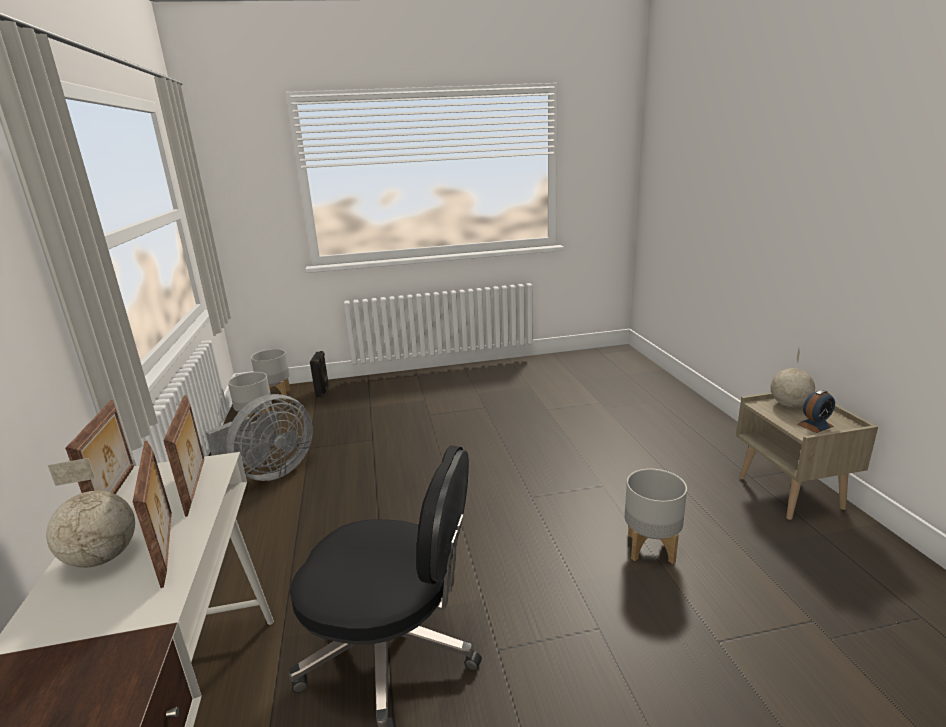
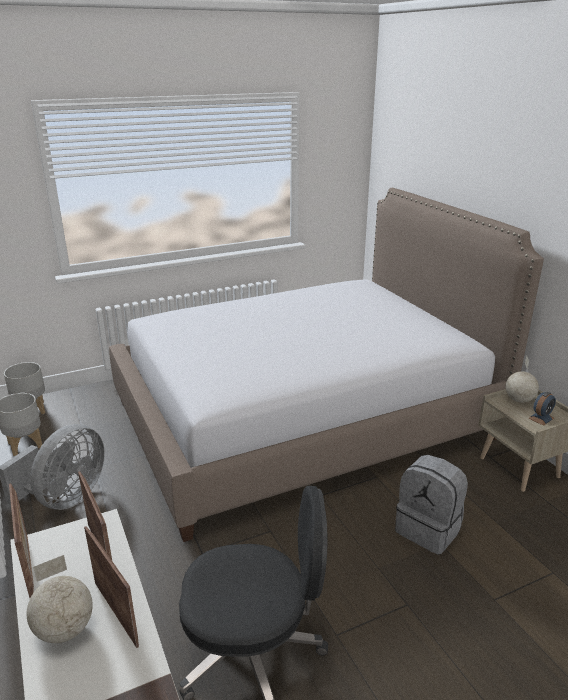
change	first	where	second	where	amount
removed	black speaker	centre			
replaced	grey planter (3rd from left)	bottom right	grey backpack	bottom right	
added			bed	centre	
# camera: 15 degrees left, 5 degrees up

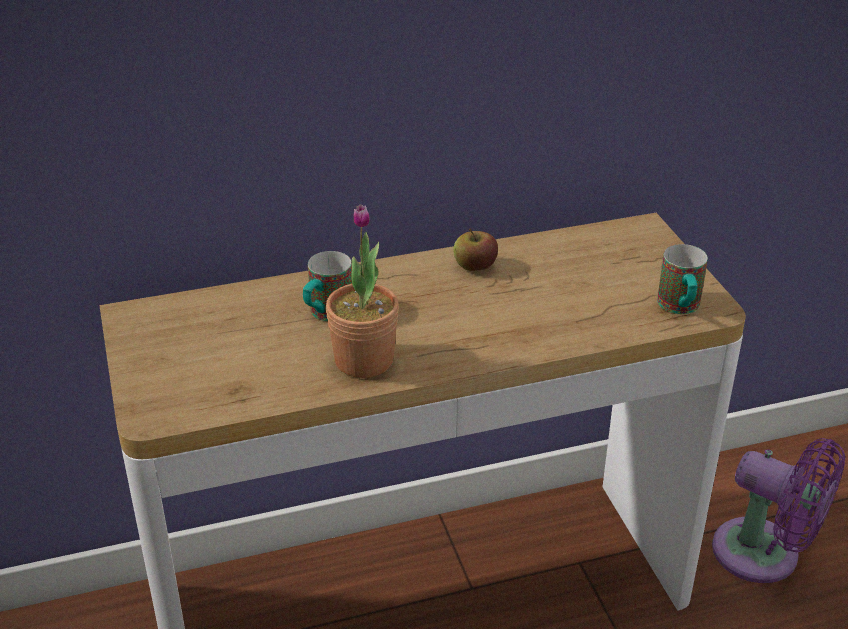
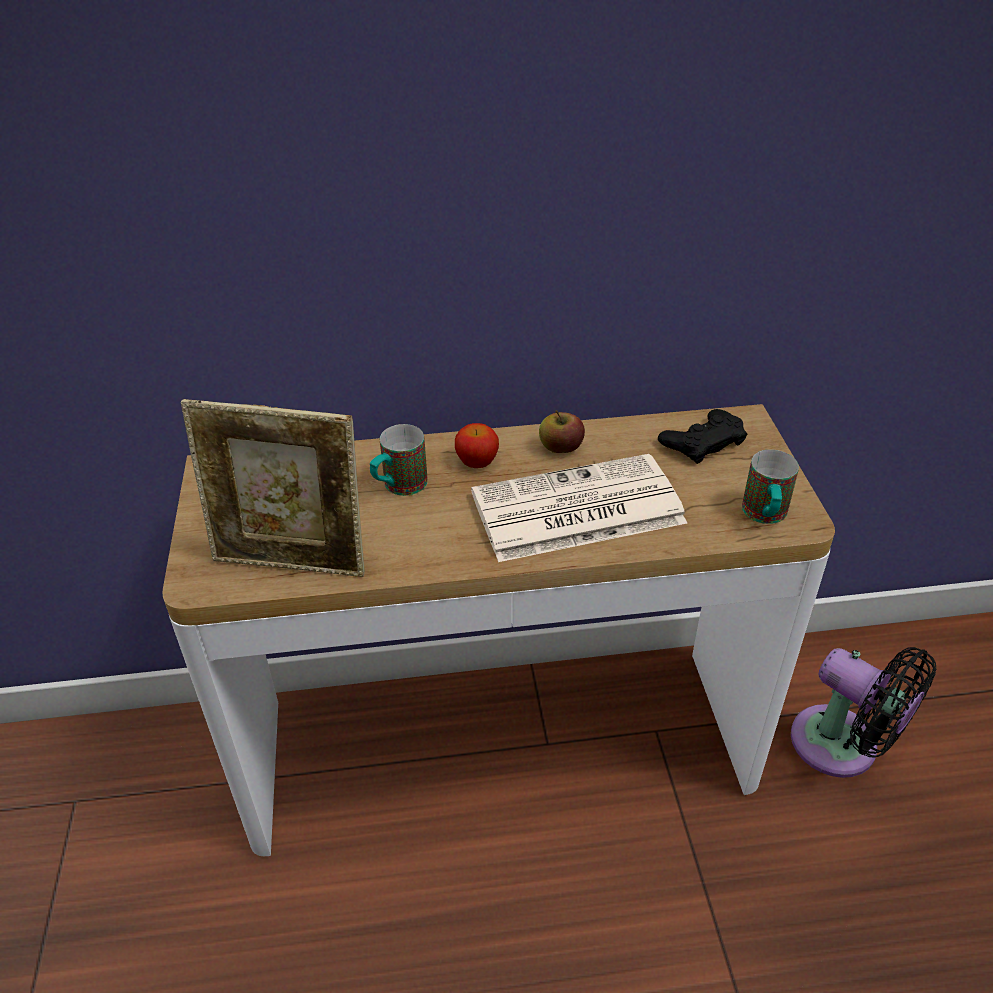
change	first	where	second	where	amount
removed	potted plant	centre			
recoloured	purple fan	bottom right	black fan	bottom right	
added			picture frame	middle left	
added			apple (1st from left)	centre	
added			newspaper	centre	
added			black game controller	middle right	
# camera: 10 degrees right, 5 degrees up

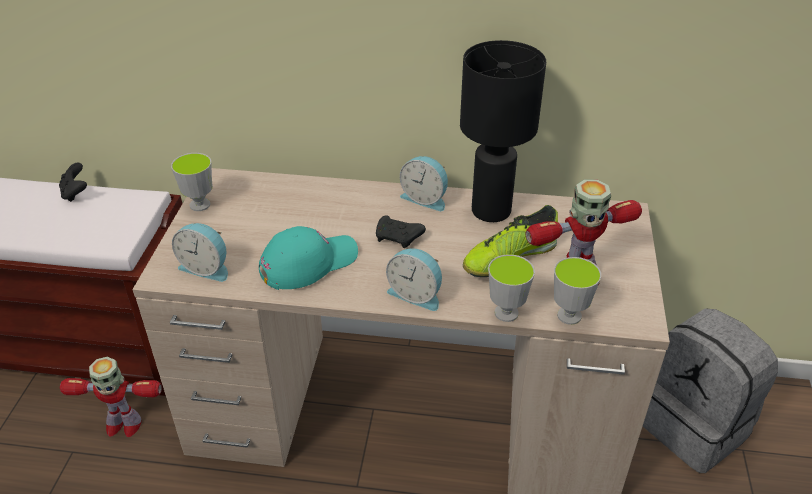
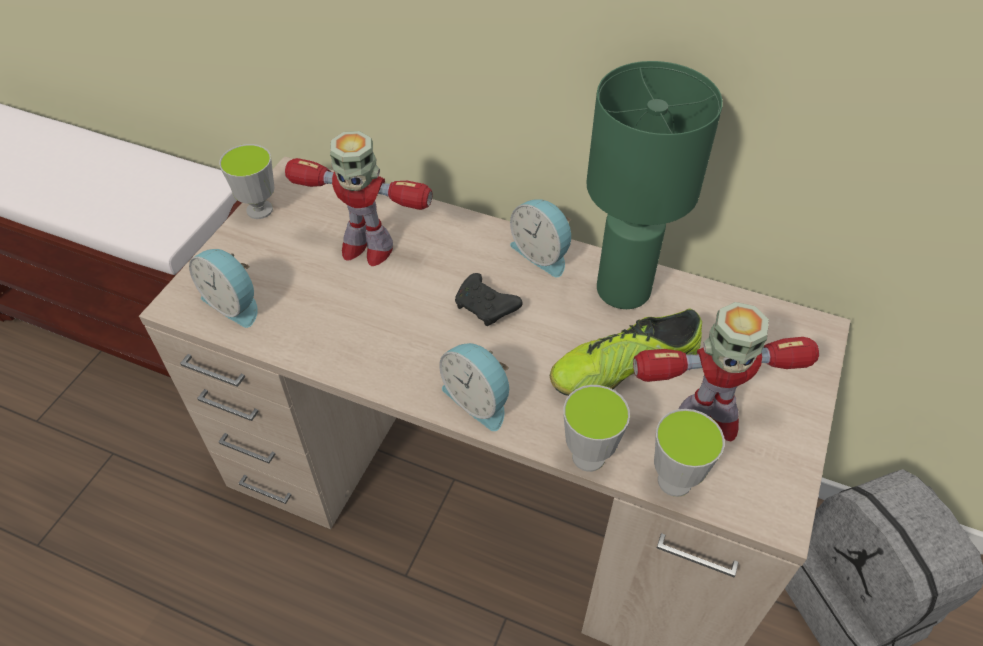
change	first	where	second	where	amount
removed	black game controller (1st from left)	middle left			
moved	toy robot (1st from left)	bottom left		top centre	
removed	turquoise cap	centre			
recoloured	black table lamp	top centre	green table lamp	top centre	
# camera: 15 degrees right, 10 degrees up

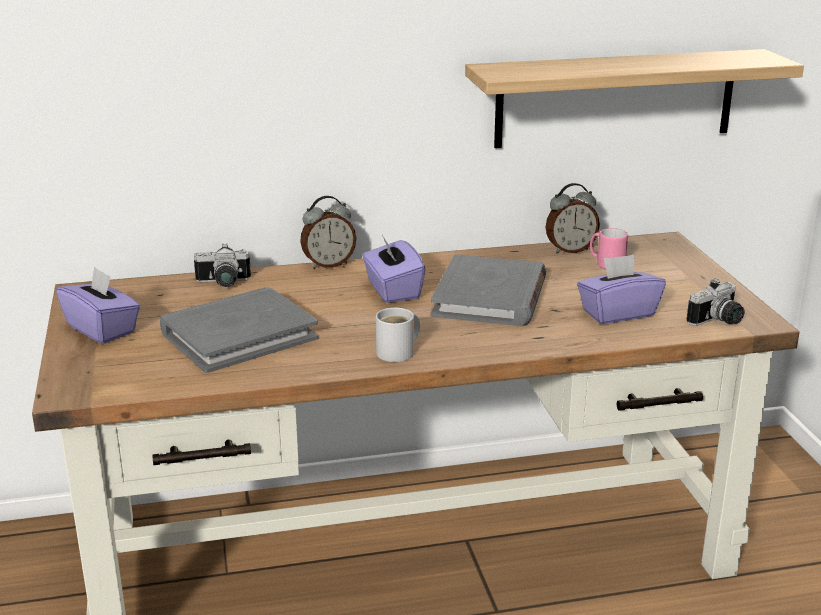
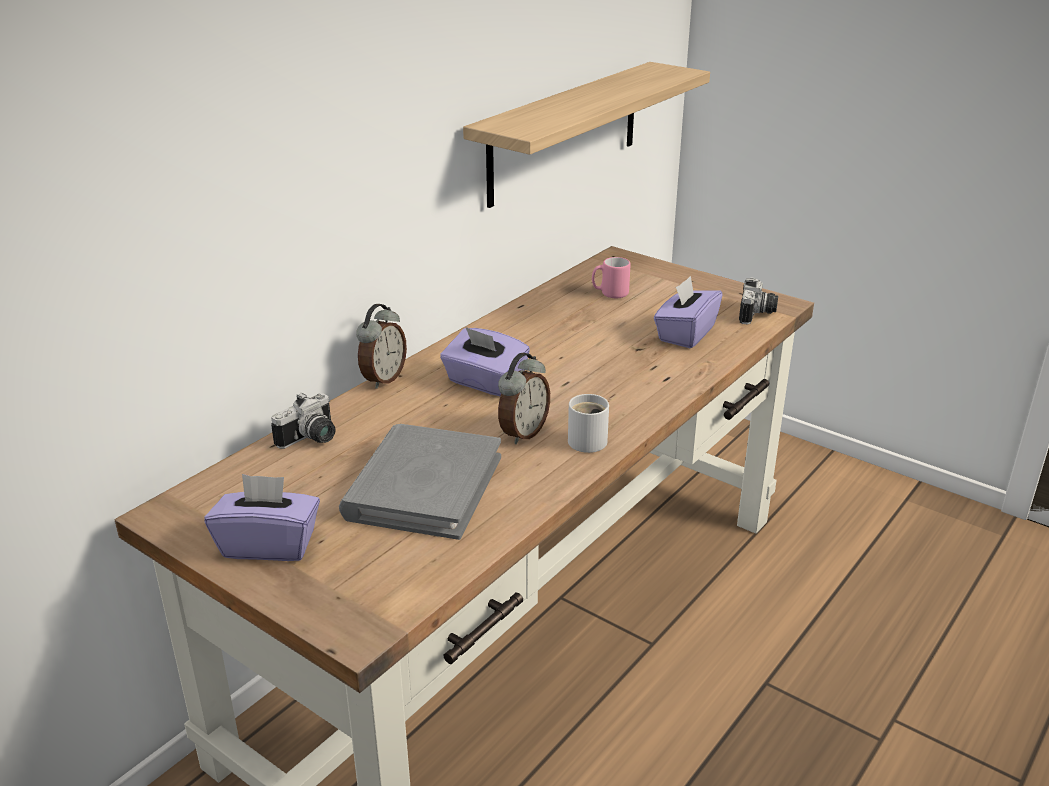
change	first	where	second	where	amount
removed	grey book (2nd from left)	centre			
moved	alarm clock (2nd from left)	middle right		centre	
# camera: 40 degrees left, 5 degrees up

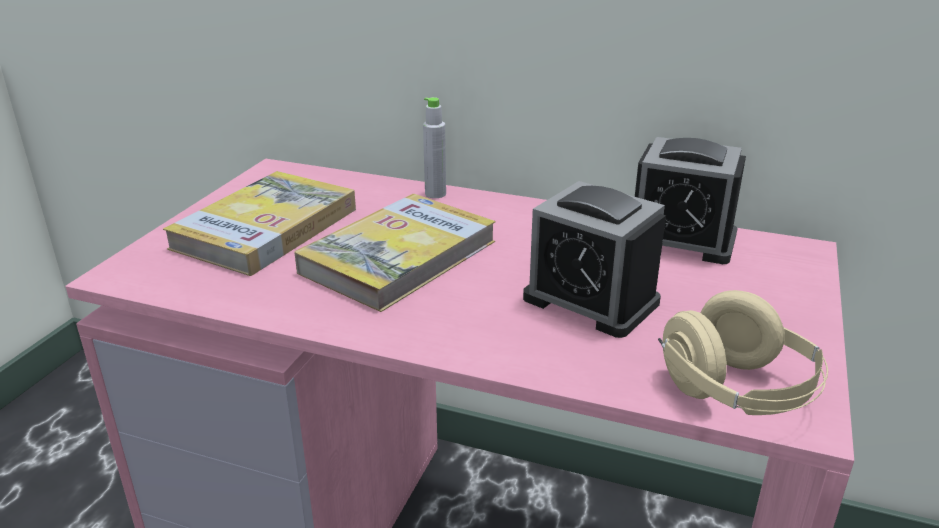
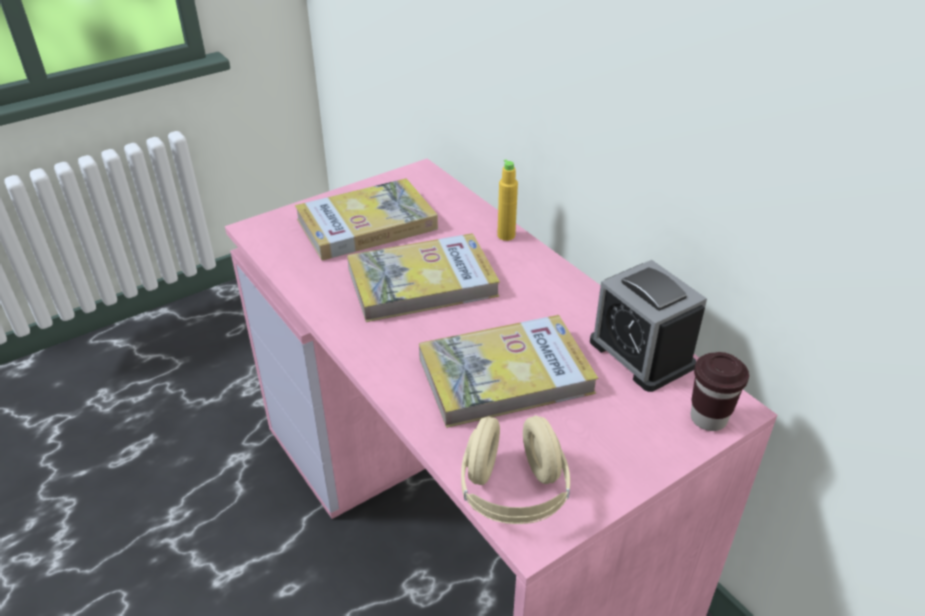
change	first	where	second	where	amount
recoloured	grey bottle	top centre	yellow bottle	top centre	
replaced	alarm clock (1st from left)	centre	book (3rd from left)	centre	
added			brown cup	middle right	
# camera: 35 degrees right, 10 degrees up

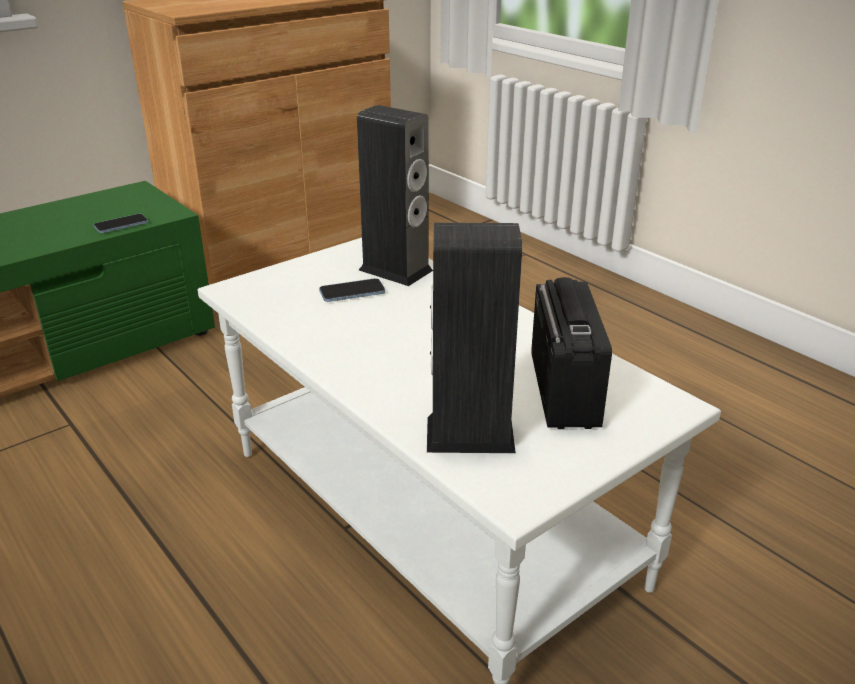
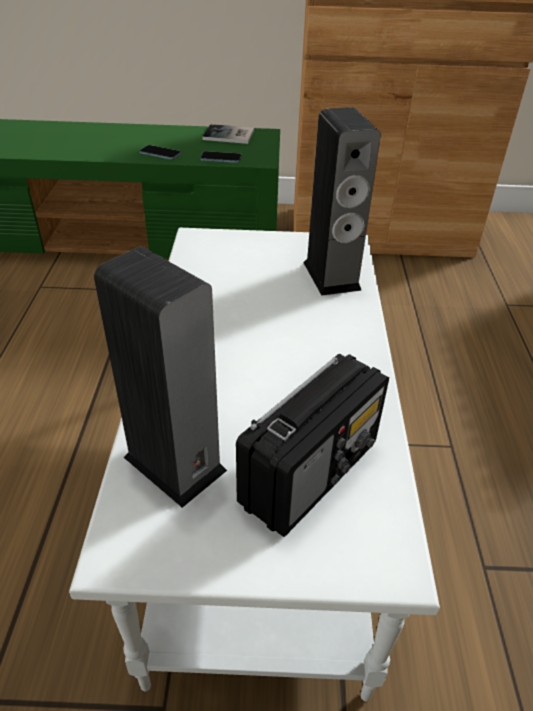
change	first	where	second	where	amount
moved	phone (2nd from left in the first image)	centre	phone (1st from left)	top left	
added			book	top centre	
# camera: 40 degrees right, 10 degrees up

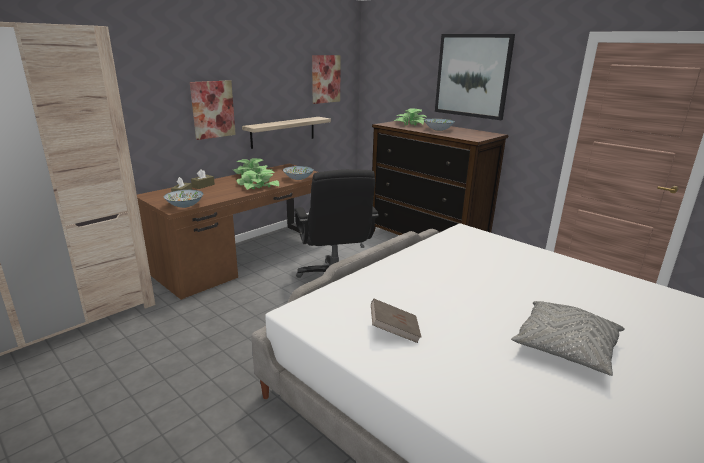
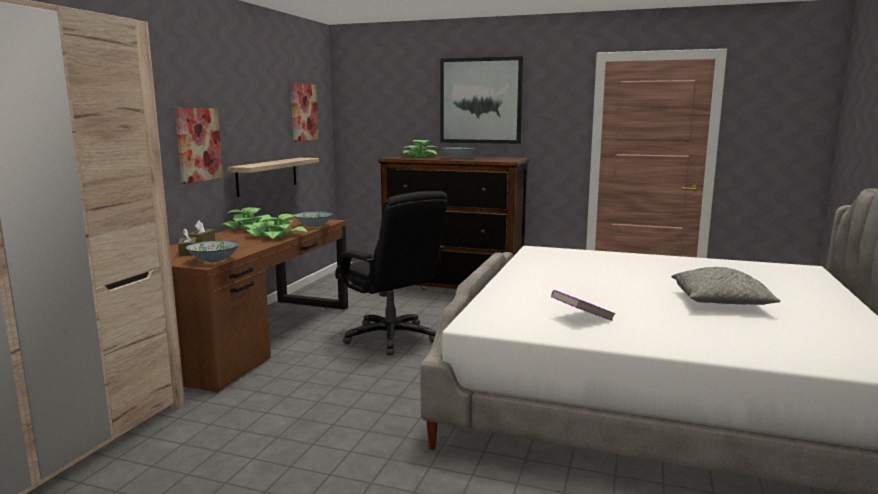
change	first	where	second	where	amount
recoloured	brown book	bottom centre	purple book	centre	
# camera: 25 degrees left, 10 degrees down

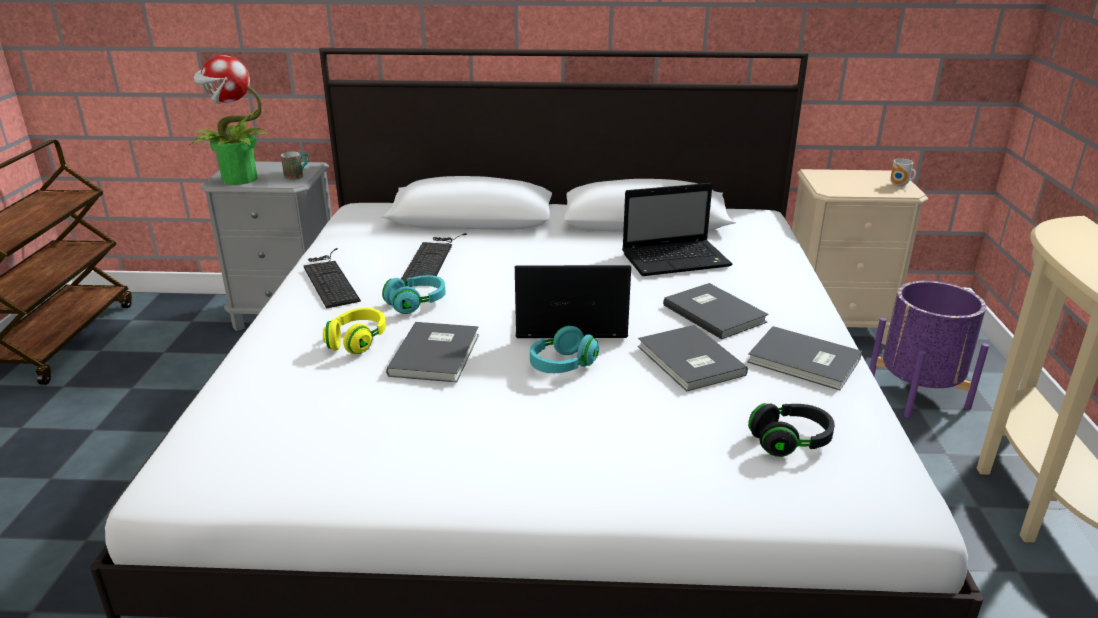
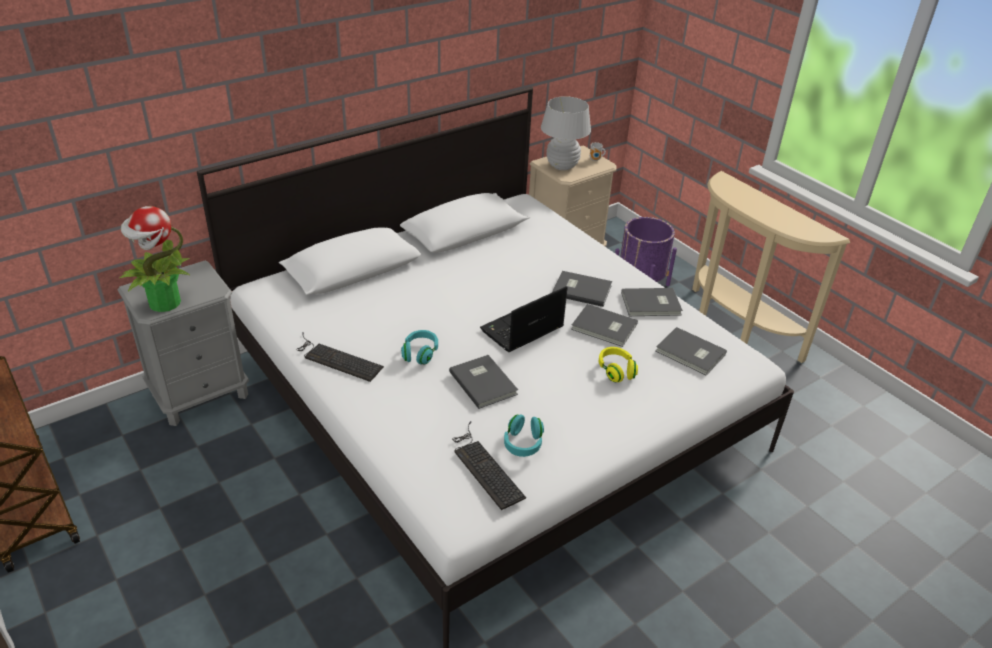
change	first	where	second	where	amount
removed	mug (1st from left)	top left			
moved	yellow headphones	middle left		centre	
moved	keyboard (2nd from left)	centre		bottom centre	
moved	turquoise headphones (2nd from left)	centre		bottom centre	
removed	laptop (2nd from left)	centre			
replaced	black headphones	bottom right	grey book (5th from left)	middle right	
added			white table lamp	top centre	
# camera: 40 degrees left, 10 degrees up

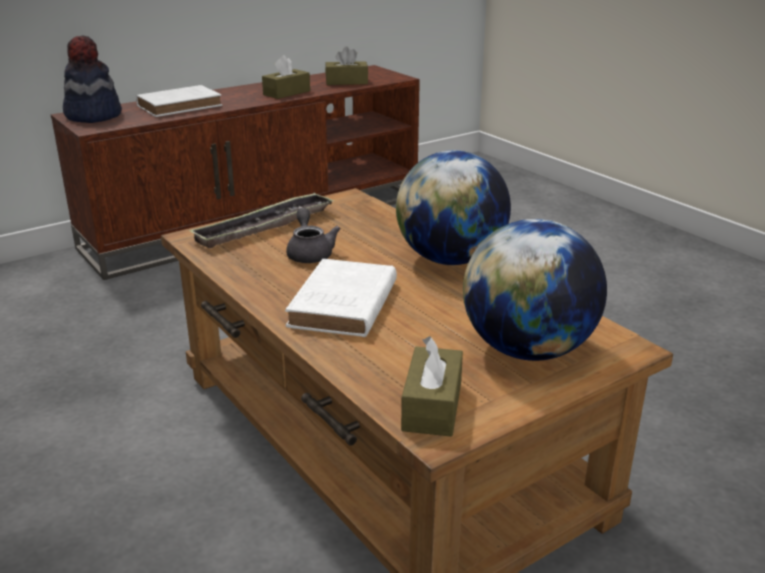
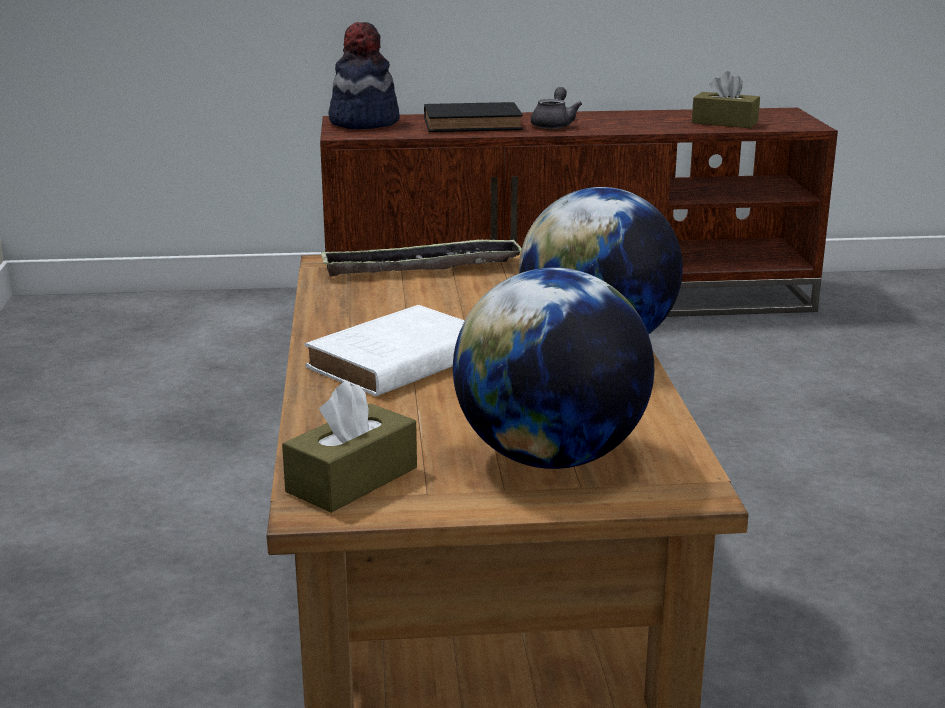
change	first	where	second	where	amount
recoloured	white book (1st from left)	top left	black book	top centre	
removed	brown tissue box (1st from left)	top centre			
moved	grey teapot	centre		top centre	
# camera: 30 degrees right, 5 degrees down

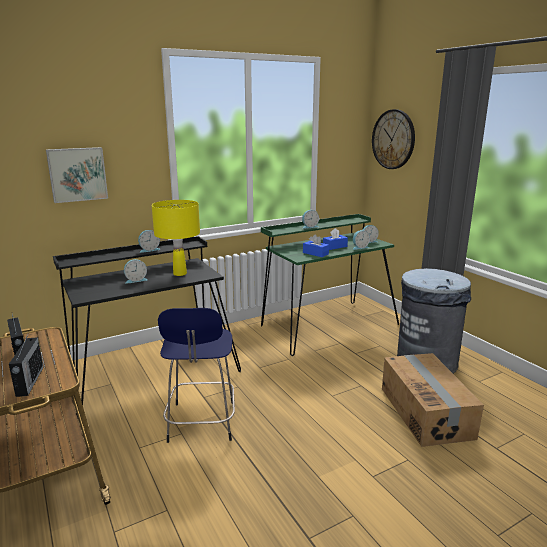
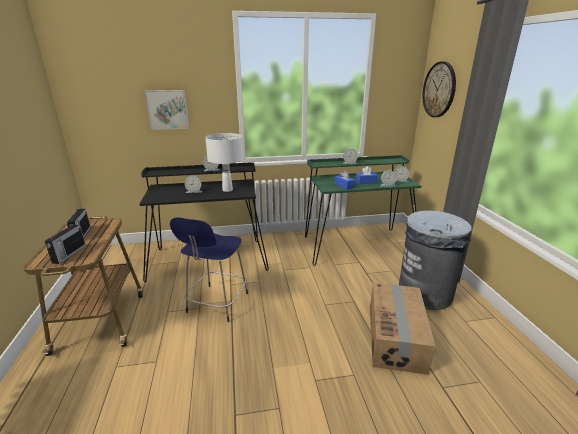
change	first	where	second	where	amount
recoloured	yellow table lamp	middle left	white table lamp	centre	
# camera: 20 degrees right, 5 degrees up

